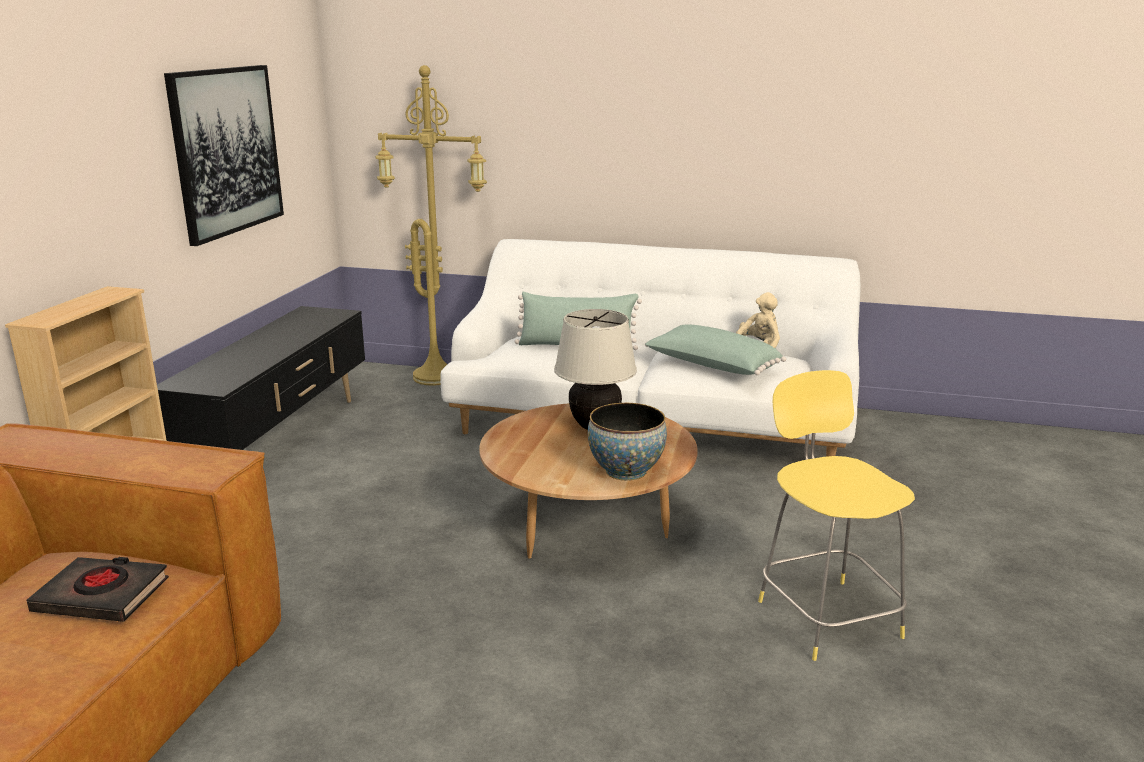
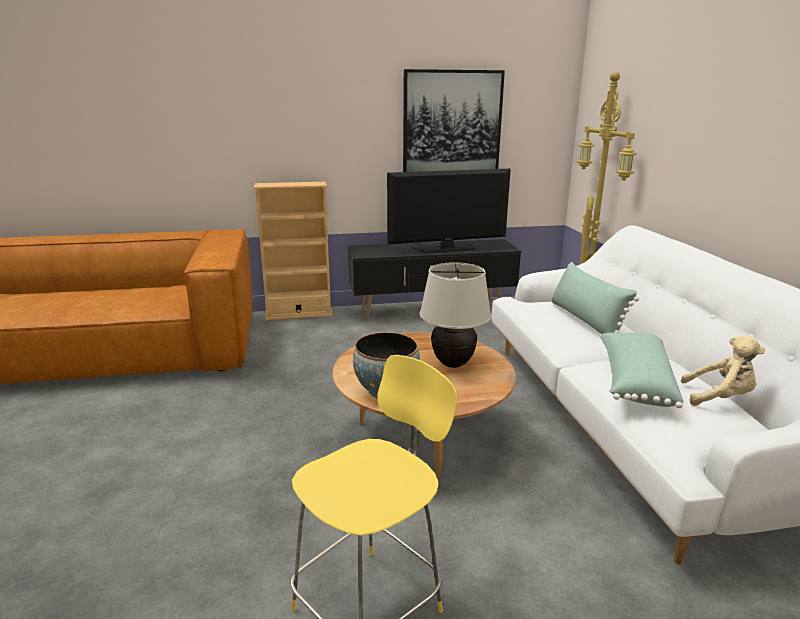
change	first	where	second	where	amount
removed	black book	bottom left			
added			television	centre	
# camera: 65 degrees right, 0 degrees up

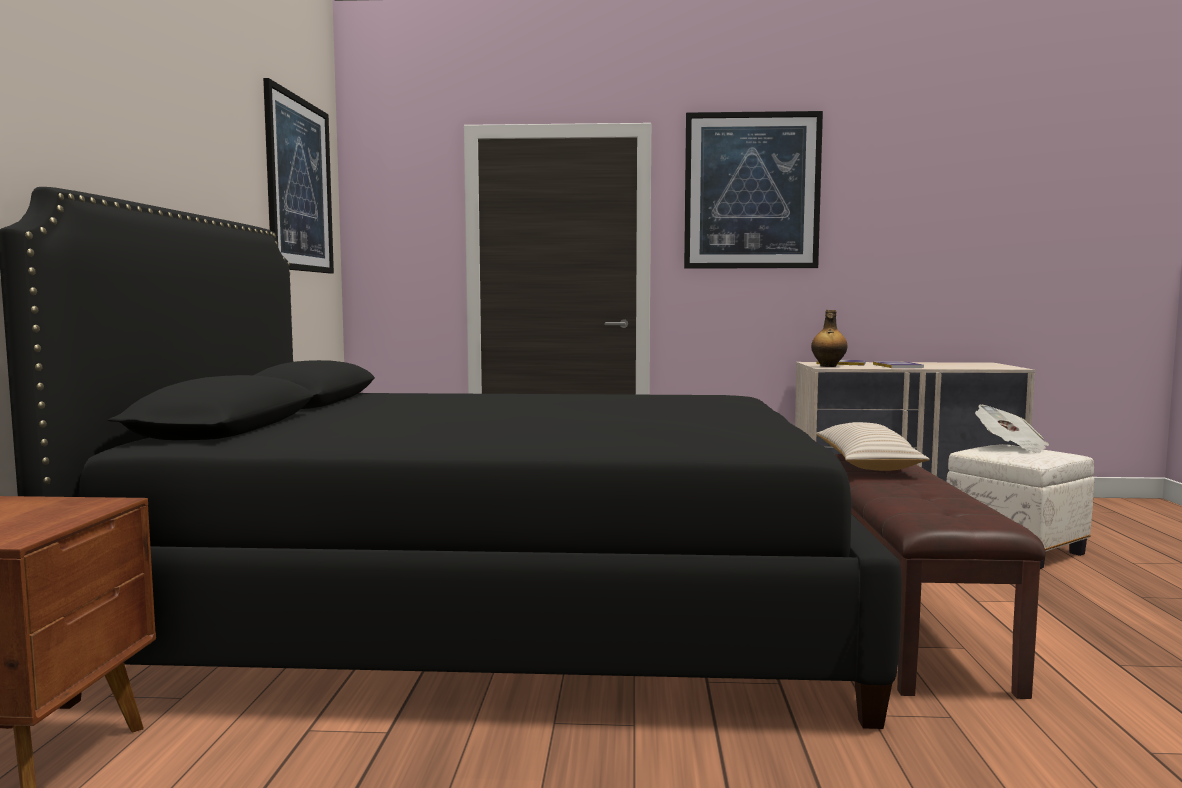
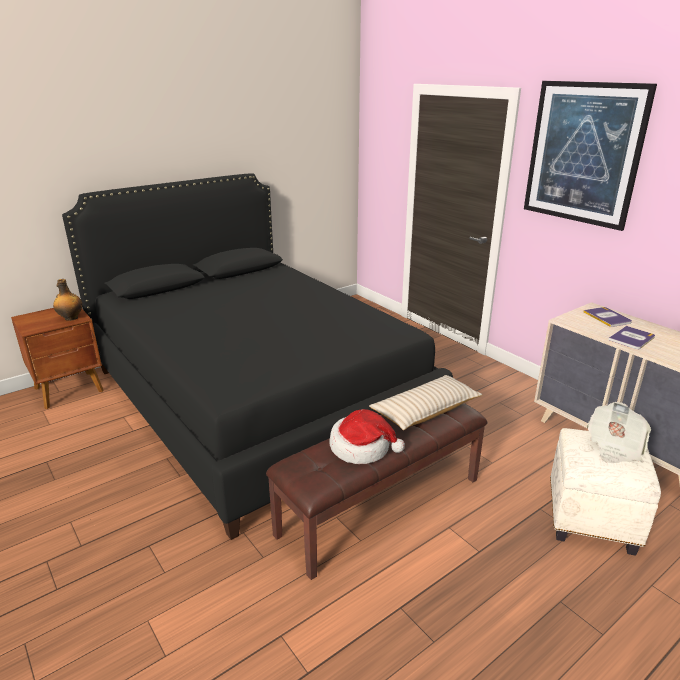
change	first	where	second	where	amount
removed	picture (1st from left)	top left			
moved	bottle	middle right		middle left	
added			hat	centre	
# camera: 50 degrees right, 20 degrees up

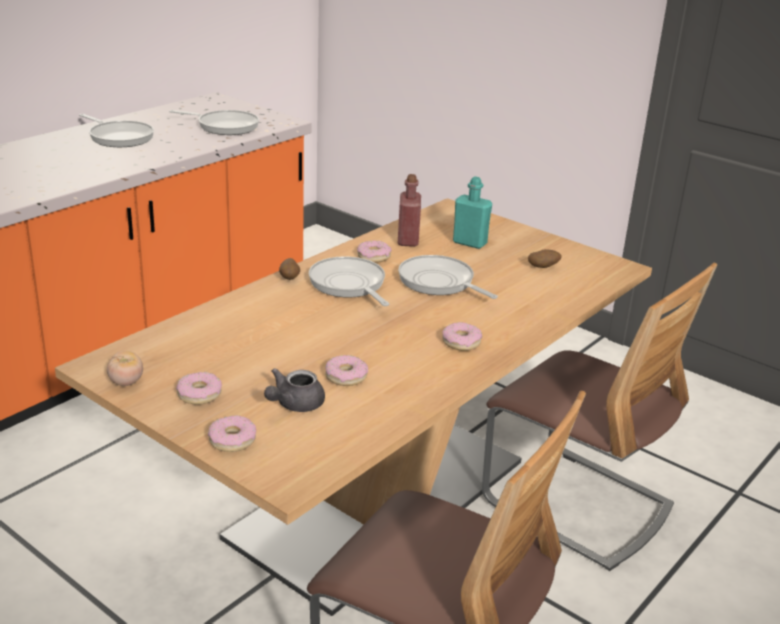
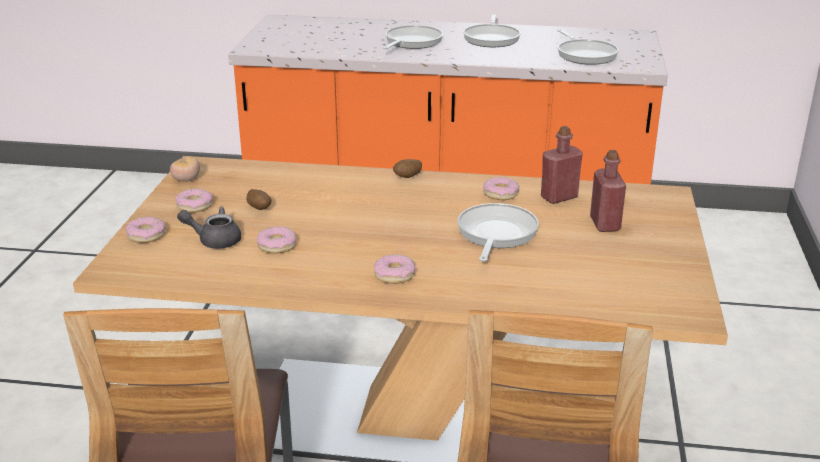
change	first	where	second	where	amount
moved	frying pan (3rd from left in the first image)	centre	frying pan (1st from left)	top centre	
recoloured	turquoise bottle	centre	red bottle (2nd from left)	middle right	
moved	potato (2nd from left in the first image)	middle right	potato (1st from left)	middle left	
# camera: 60 degrees right, 0 degrees up

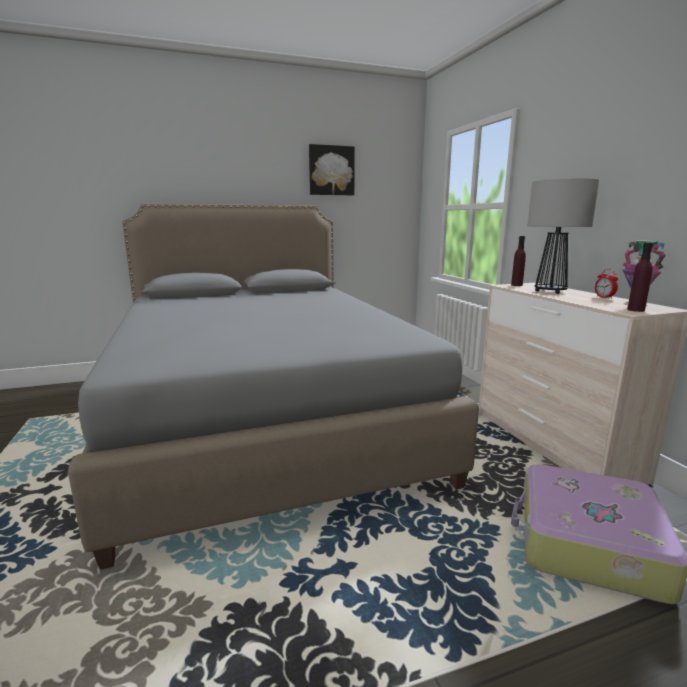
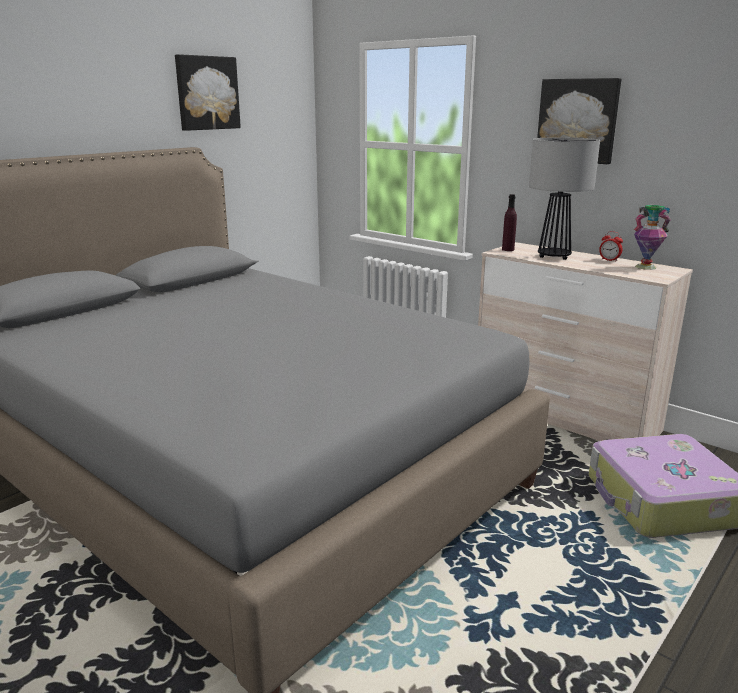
change	first	where	second	where	amount
removed	purple bottle (2nd from left)	middle right			
added			picture (2nd from left)	top right	
# camera: 30 degrees left, 5 degrees up

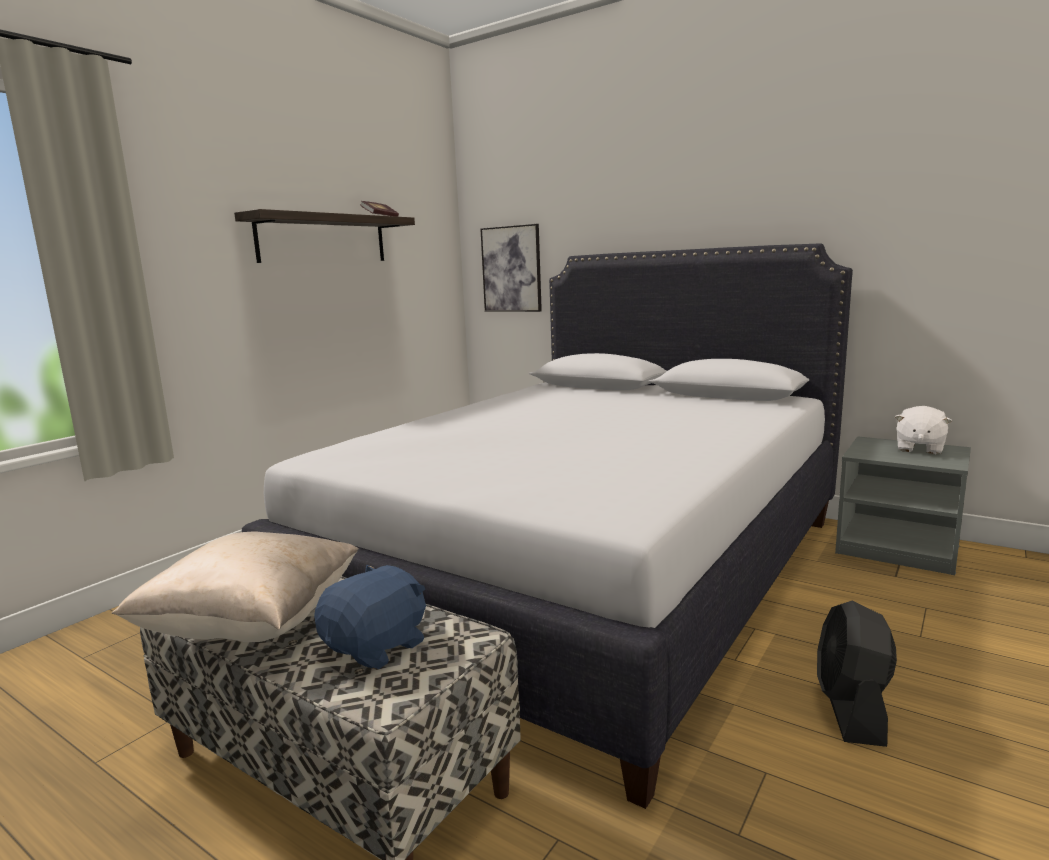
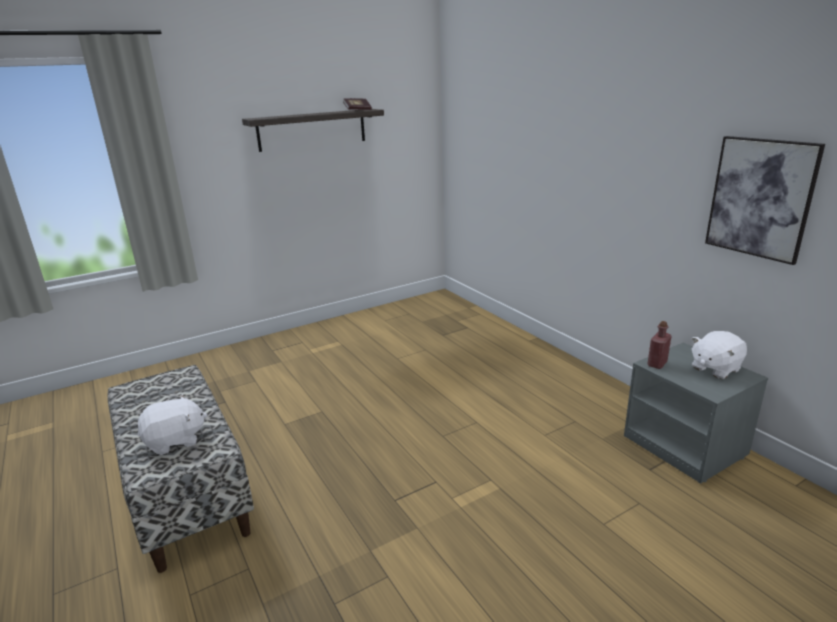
change	first	where	second	where	amount
removed	beige pillow	bottom left			
removed	white bed	centre			
recoloured	blue plush toy	bottom centre	white plush toy (1st from left)	bottom left	
moved	picture	top centre		top right	
removed	black fan	bottom right			
added			red bottle	middle right	
# camera: 25 degrees right, 10 degrees up

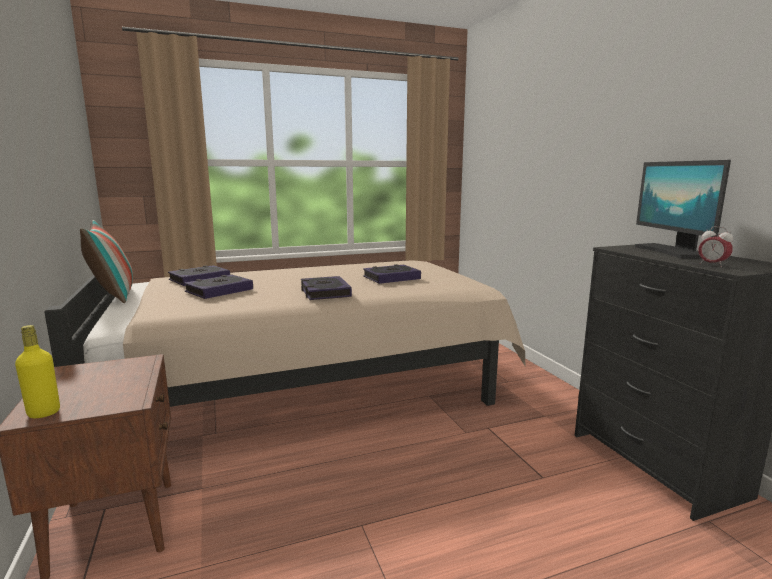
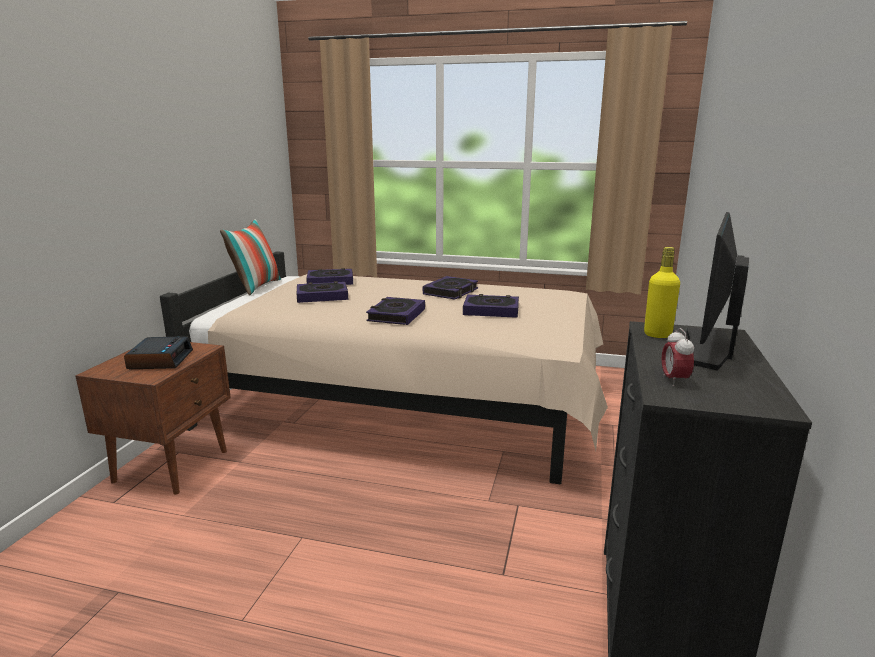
change	first	where	second	where	amount
moved	yellow bottle	middle left		middle right	
added			alarm clock (1st from left)	middle left	
added			book (4th from left)	centre	
# camera: 35 degrees right, 5 degrees up

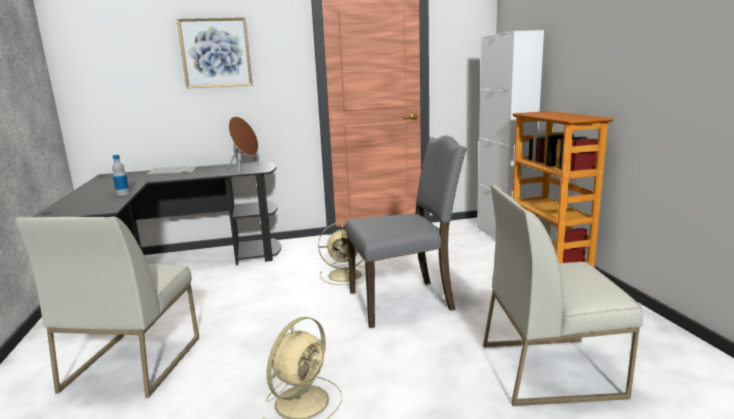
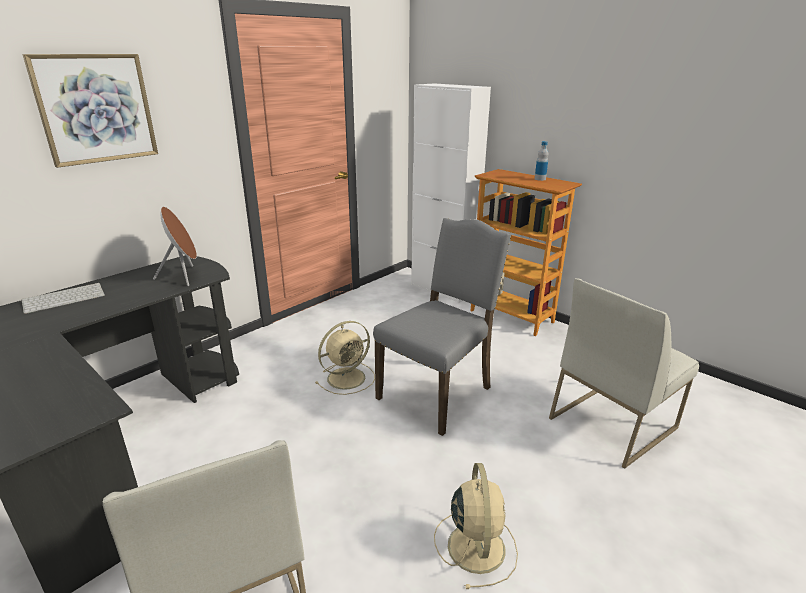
change	first	where	second	where	amount
moved	bottle	middle left		top right	
# camera: 35 degrees left, 10 degrees up

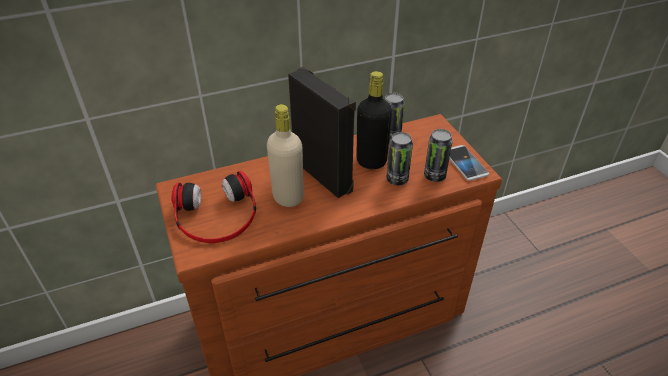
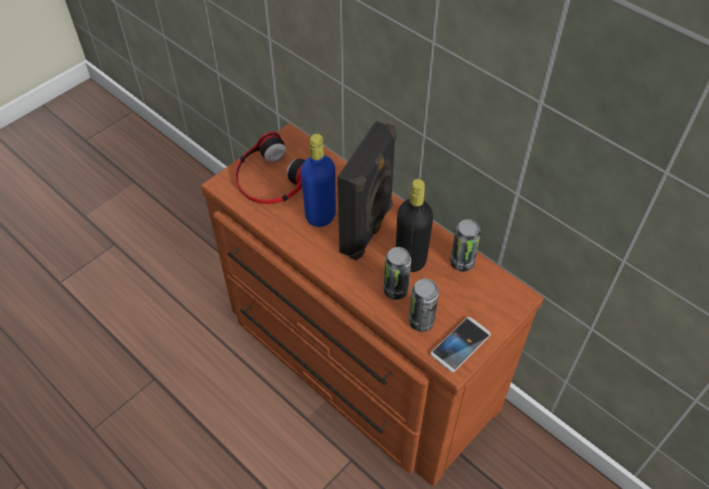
change	first	where	second	where	amount
recoloured	beige bottle	centre	blue bottle	centre	
# camera: 65 degrees right, 10 degrees up

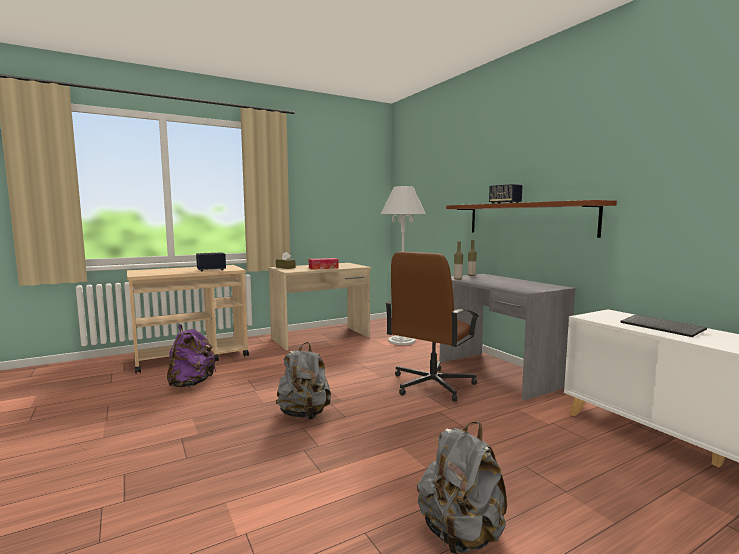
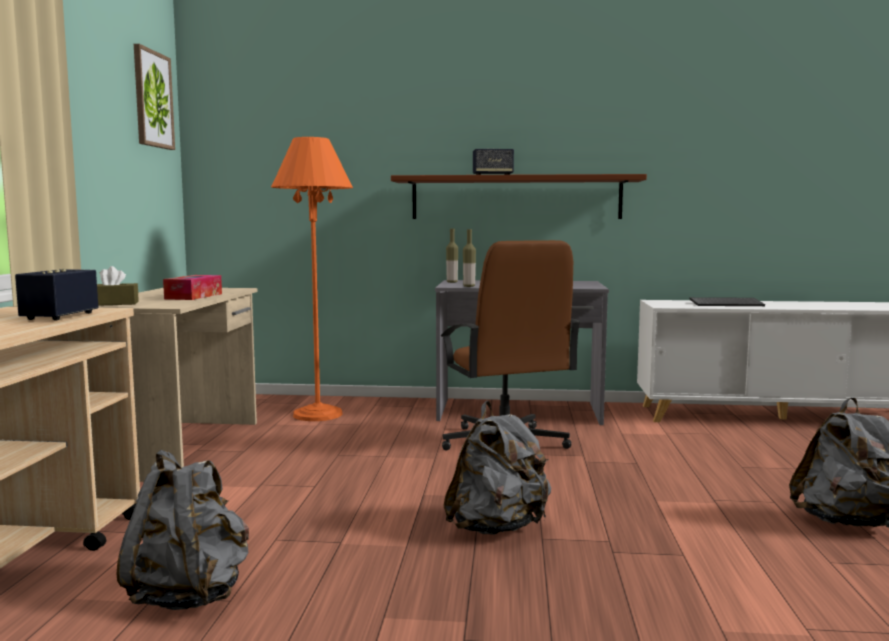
change	first	where	second	where	amount
recoloured	purple backpack	middle left	grey backpack (1st from left)	bottom left	
recoloured	white floor lamp	centre	orange floor lamp	centre	
added			picture	top left	
# camera: 55 degrees left, 0 degrees up

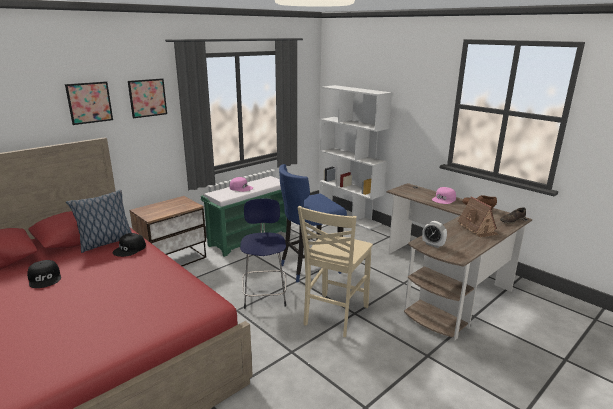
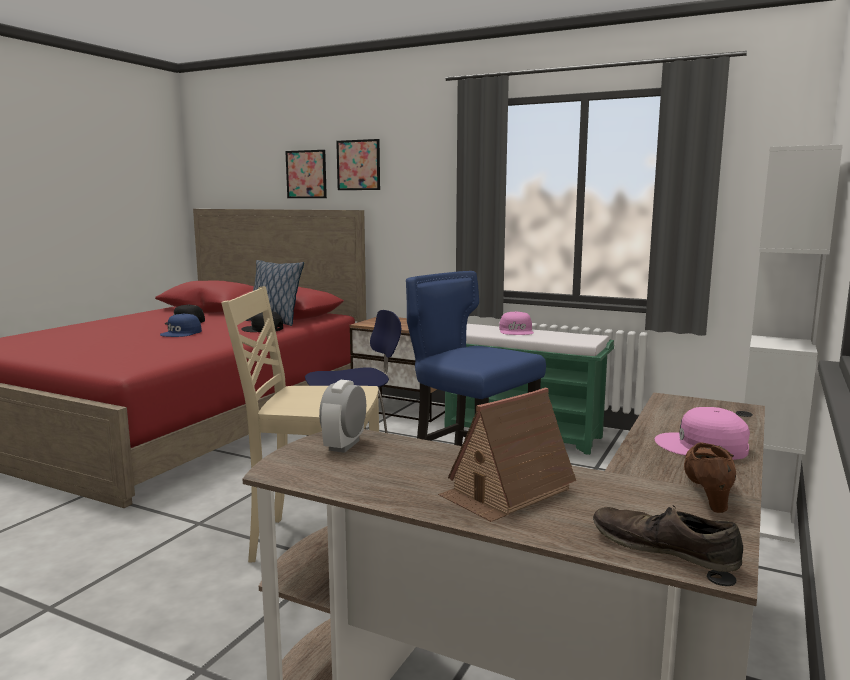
change	first	where	second	where	amount
moved	picture (2nd from left in the first image)	top left	picture (1st from left)	top centre	
added			blue cap	middle left	
# camera: 70 degrees right, 10 degrees down

